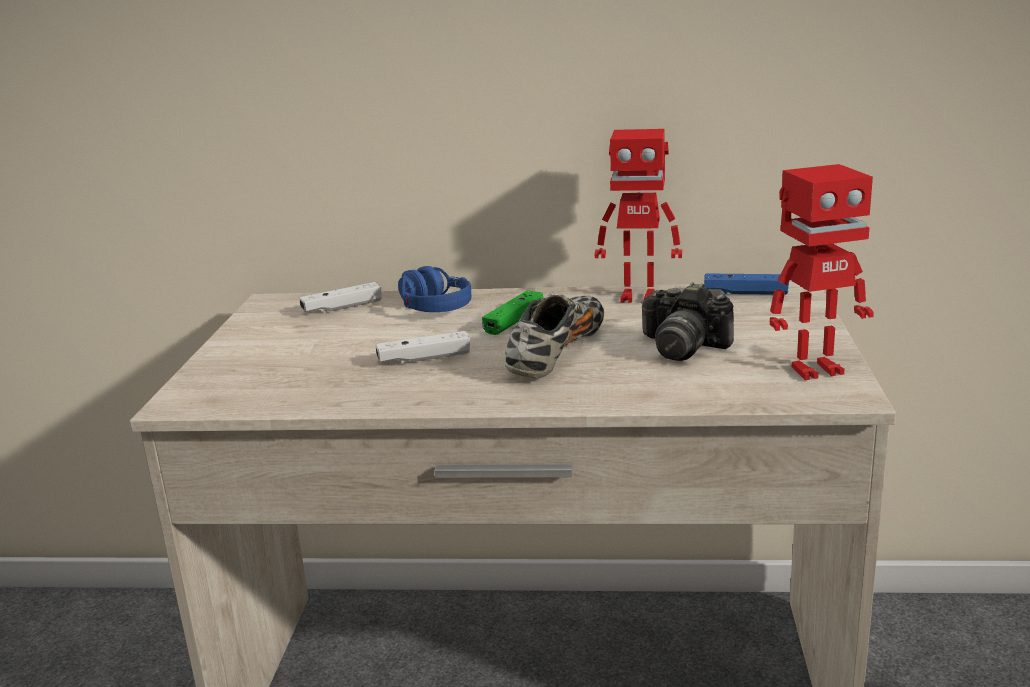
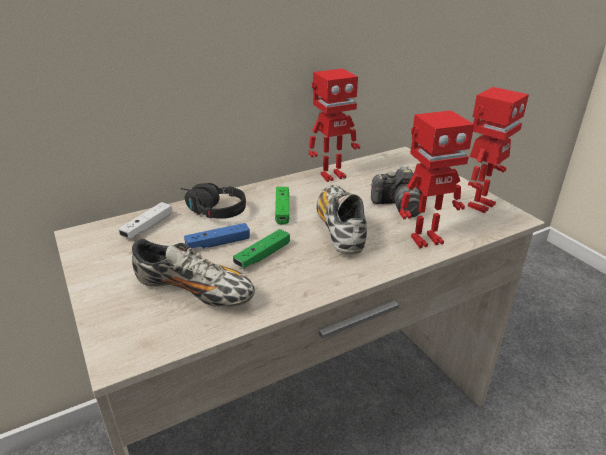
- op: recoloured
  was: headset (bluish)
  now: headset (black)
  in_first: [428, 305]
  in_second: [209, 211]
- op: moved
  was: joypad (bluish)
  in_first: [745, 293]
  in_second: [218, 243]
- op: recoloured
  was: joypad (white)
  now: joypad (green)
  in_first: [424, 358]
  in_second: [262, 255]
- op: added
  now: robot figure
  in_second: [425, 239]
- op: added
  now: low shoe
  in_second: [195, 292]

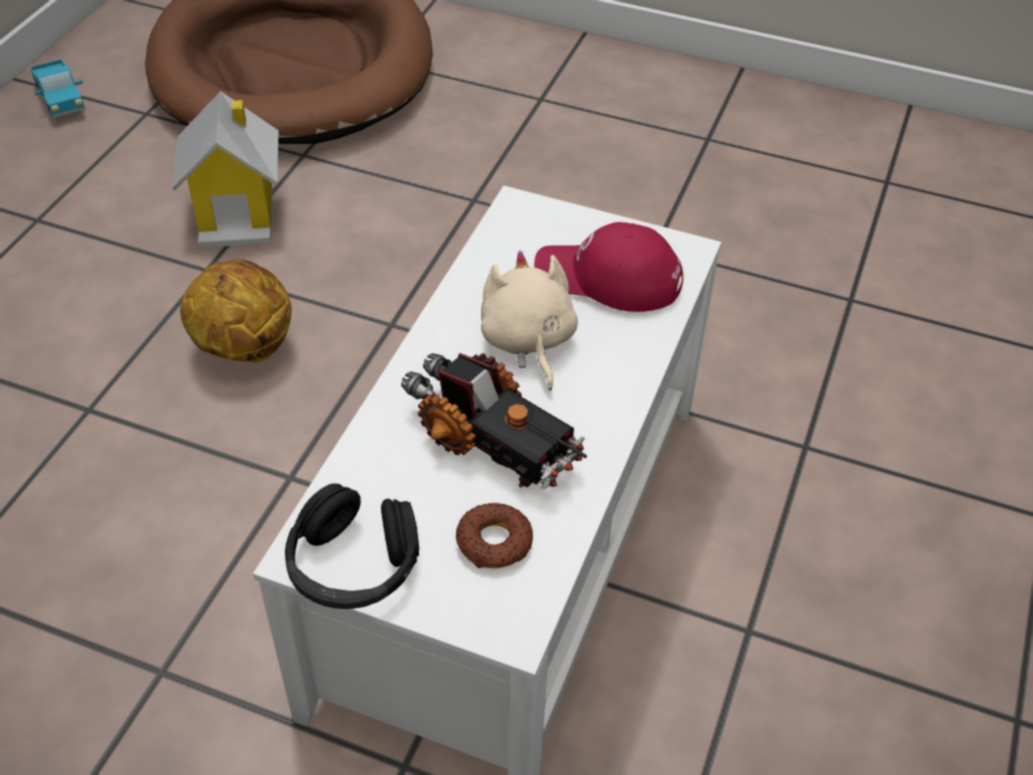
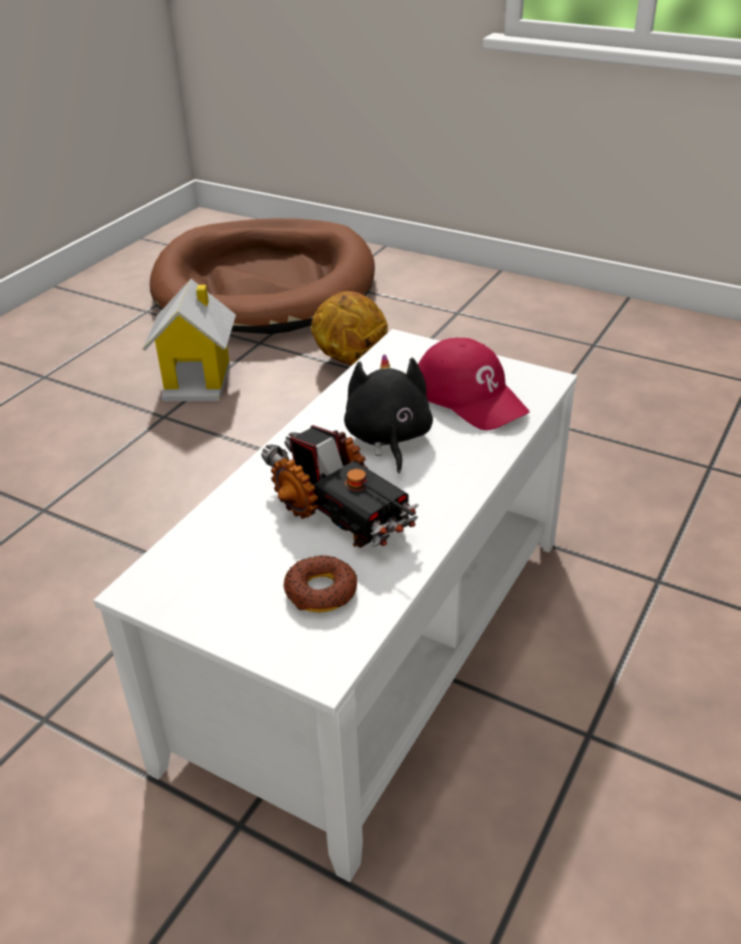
- op: removed
  was: model truck
  in_first: [61, 101]
- op: turned
  was: baseball cap (red-coloured)
  in_first: [608, 278]
  in_second: [470, 396]
  clockwise: -150
- op: recoloured
  was: soft toy (sand-coloured)
  now: soft toy (black)
  in_first: [528, 342]
  in_second: [388, 438]
- op: moved
  was: basketball ball
  in_first: [243, 348]
  in_second: [350, 360]
- op: removed
  was: headset (black)
  in_first: [353, 565]

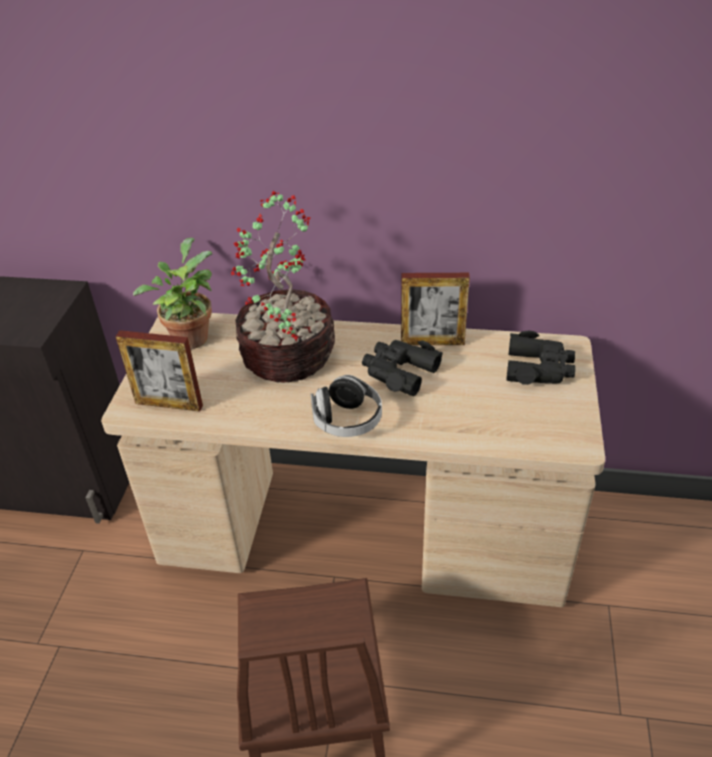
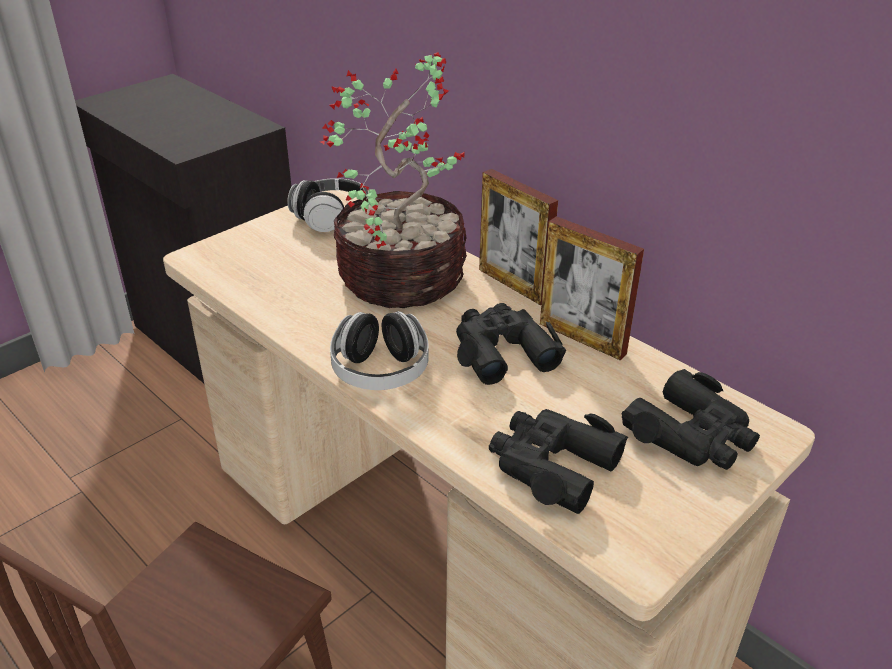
- op: replaced
  was: houseplant
  now: headset
  in_first: [190, 336]
  in_second: [332, 218]
- op: moved
  was: picture frame
  in_first: [169, 404]
  in_second: [513, 285]
- op: added
  now: binoculars (black)
  in_second: [551, 465]

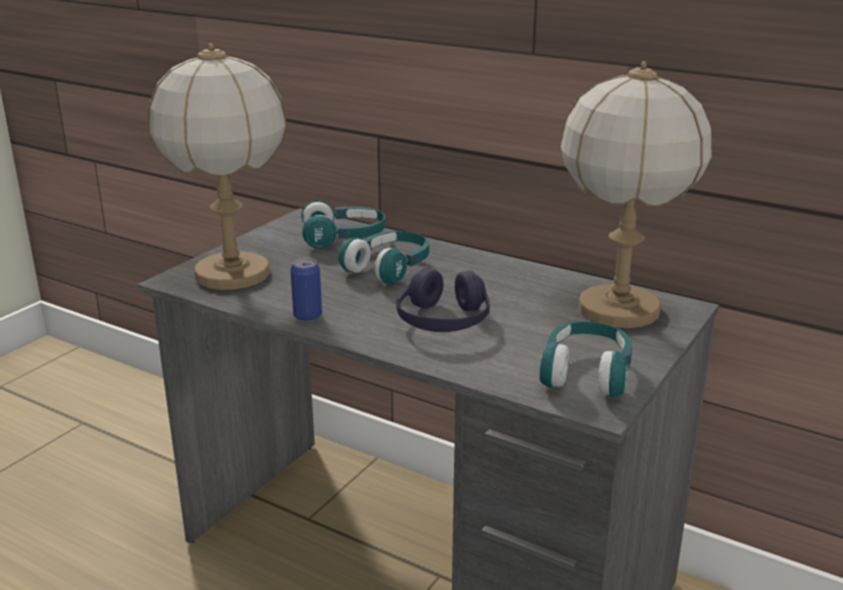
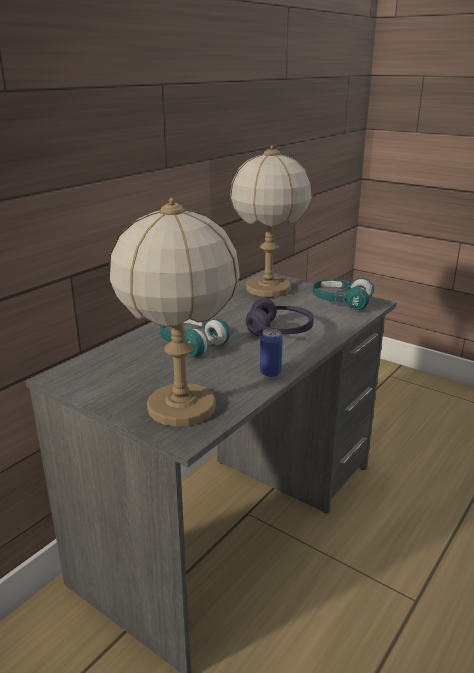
- op: removed
  was: headset (turquoise)
  in_first: [344, 238]

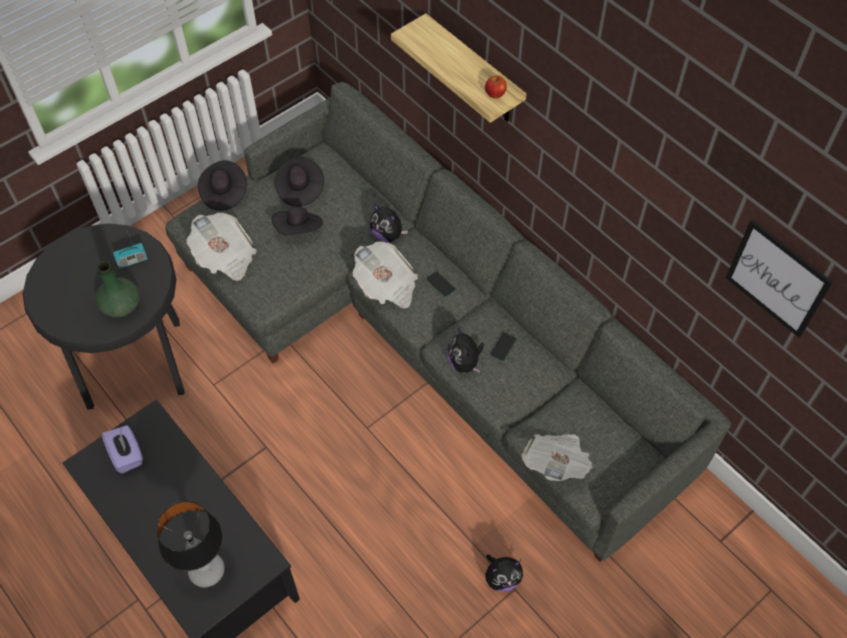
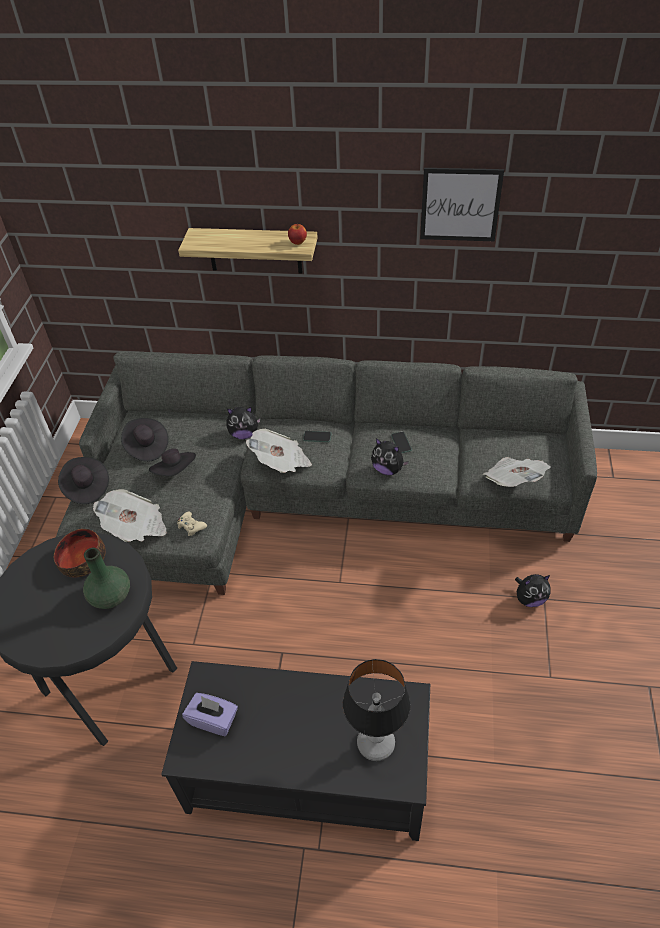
- op: moved
  was: wall picture
  in_first: [777, 278]
  in_second: [460, 205]
- op: replaced
  was: radio receiver
  now: deep dish
  in_first: [132, 260]
  in_second: [82, 559]
- op: turned
  was: soft toy
  in_first: [502, 578]
  in_second: [529, 599]
  clockwise: 45
- op: added
  now: joypad (sand-coloured)
  in_second: [191, 526]

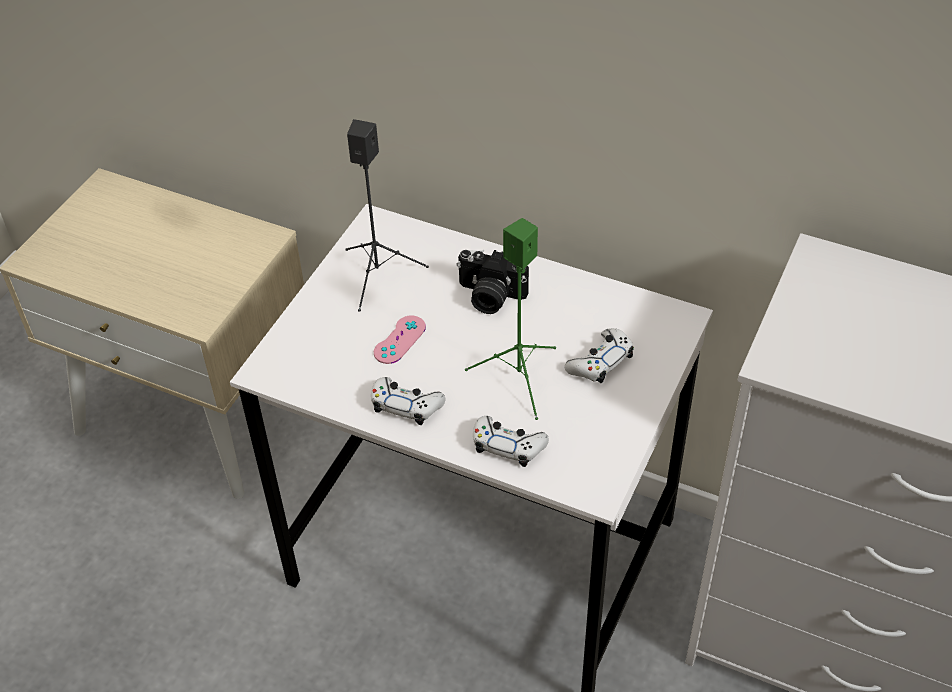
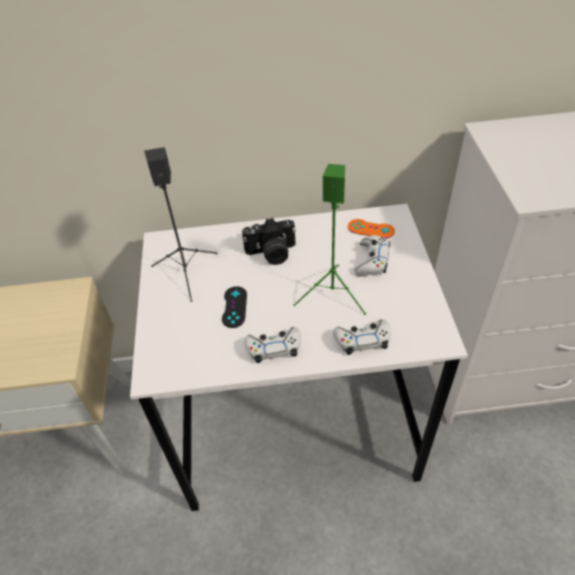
- op: recoloured
  was: joypad (pink-coloured)
  now: joypad (black)
  in_first: [399, 340]
  in_second: [234, 307]
- op: added
  now: joypad (orangey)
  in_second: [371, 229]

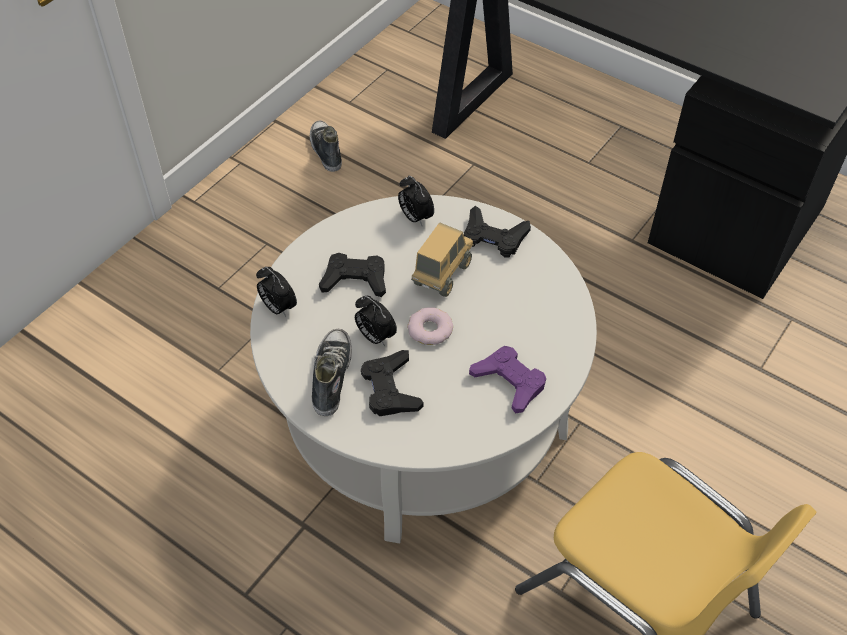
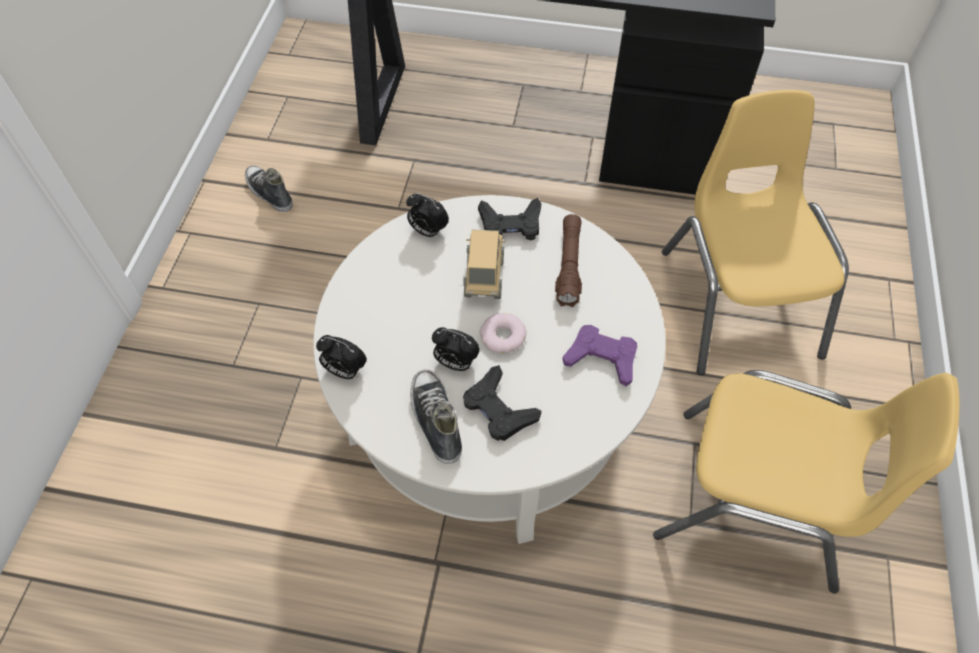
- op: removed
  was: joypad (black)
  in_first: [355, 280]
- op: added
  now: plain chair (yellowish)
  in_second: [738, 302]
- op: added
  now: torch (brown)
  in_second: [569, 265]

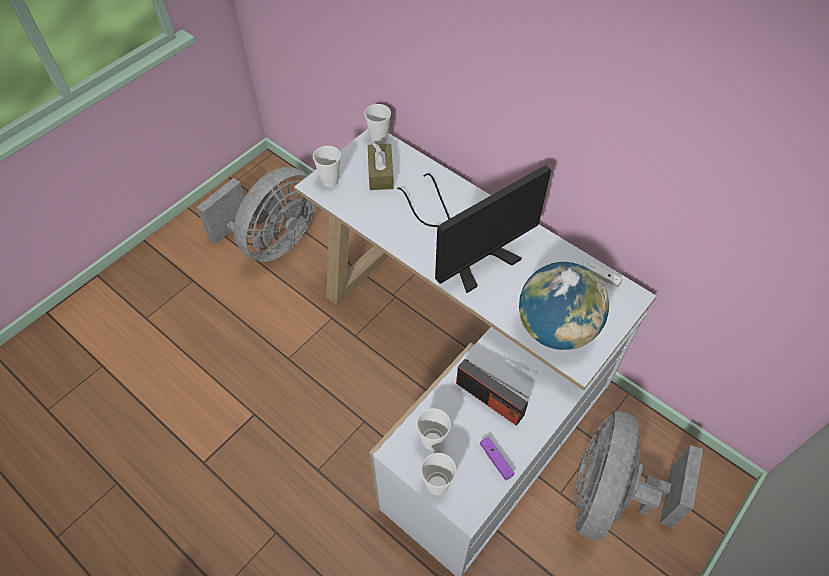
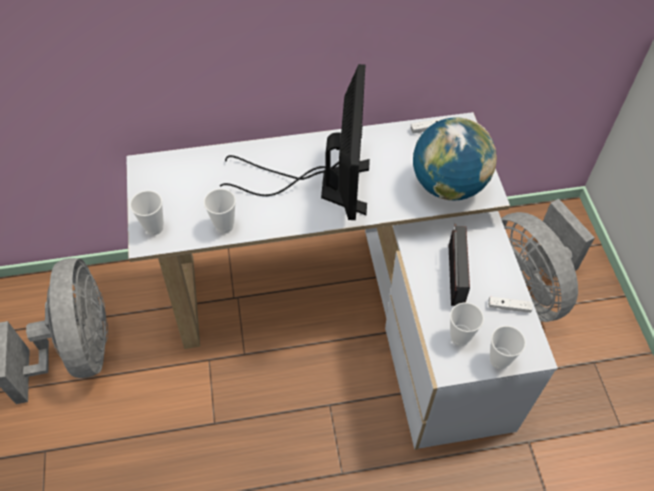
- op: moved
  was: drinking cup
  in_first: [379, 139]
  in_second: [224, 226]
- op: removed
  was: box of tissues (brown)
  in_first: [380, 173]
- op: turned
  was: radio receiver
  in_first: [489, 399]
  in_second: [456, 275]
  clockwise: -75
- op: recoloured
  was: joypad (purplish)
  now: joypad (white)
  in_first: [496, 460]
  in_second: [509, 307]

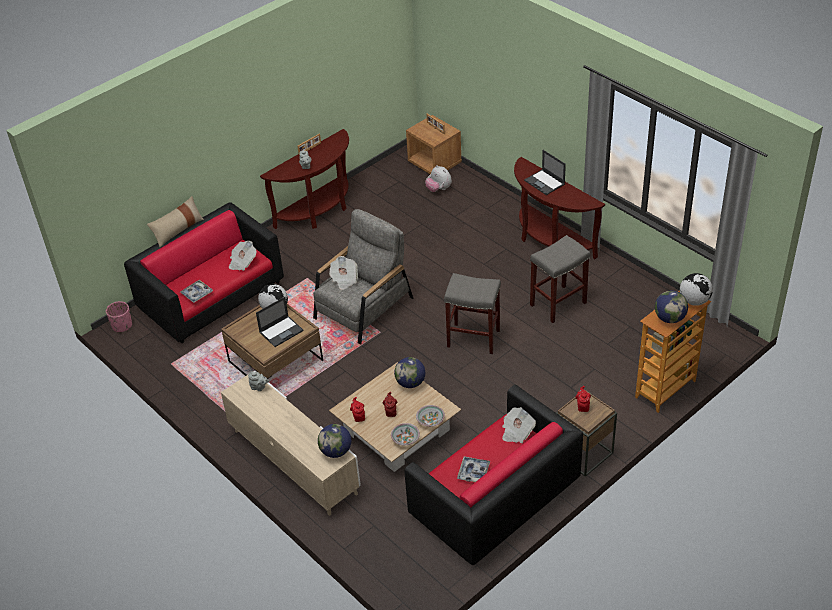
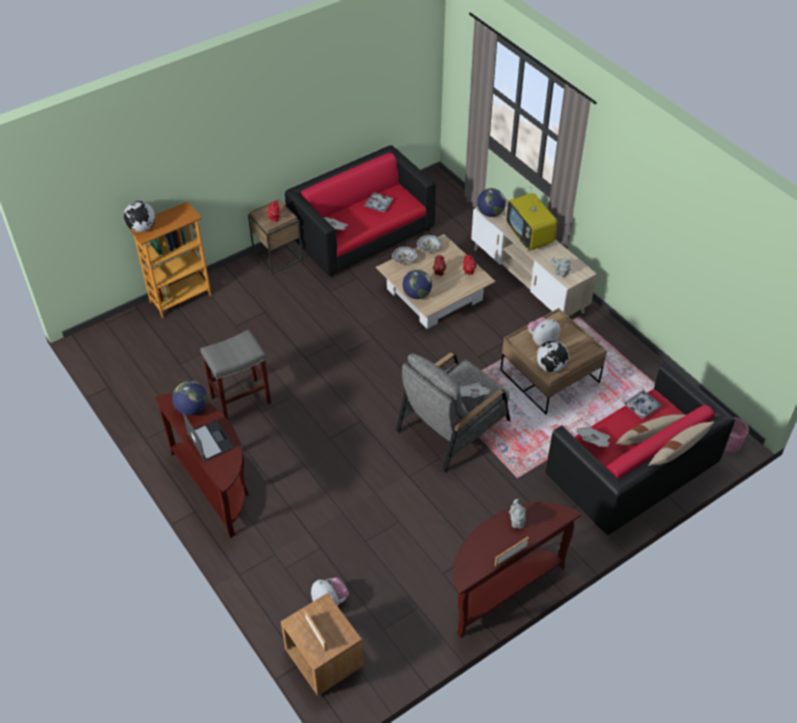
- op: removed
  was: stool seat (greyish)
  in_first: [474, 338]
- op: moved
  was: desk globe
  in_first: [669, 318]
  in_second: [192, 409]
- op: replaced
  was: notebook computer
  now: soft toy
  in_first: [281, 331]
  in_second: [542, 340]
- op: added
  now: TV
  in_second: [530, 237]
- op: added
  now: pillow (sand-coloured)
  in_second: [647, 438]

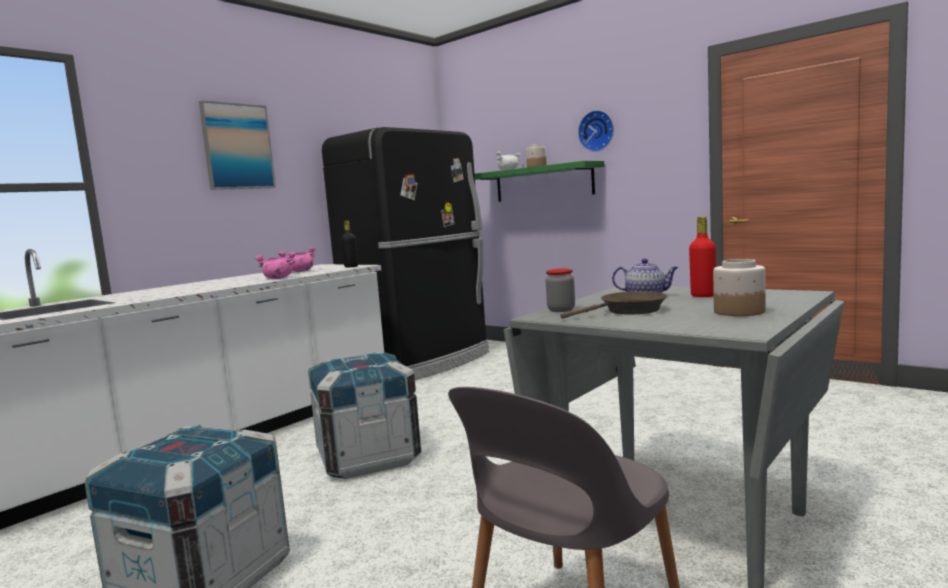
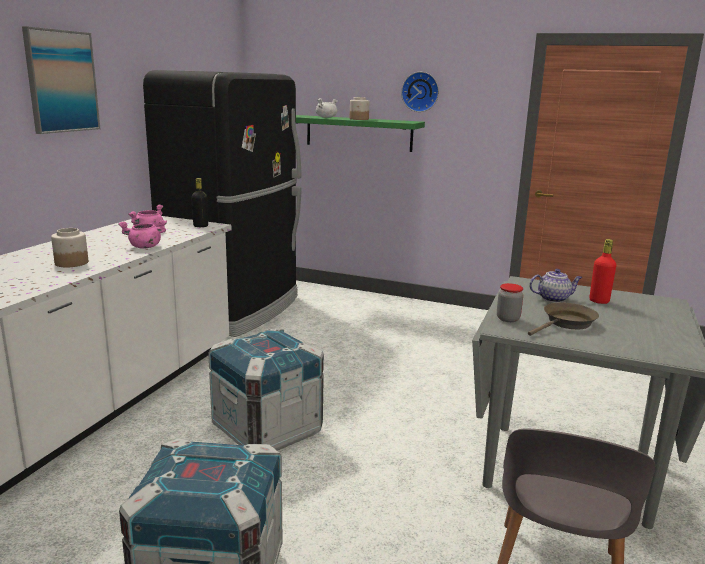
- op: moved
  was: preserve jar
  in_first: [738, 312]
  in_second: [71, 263]

